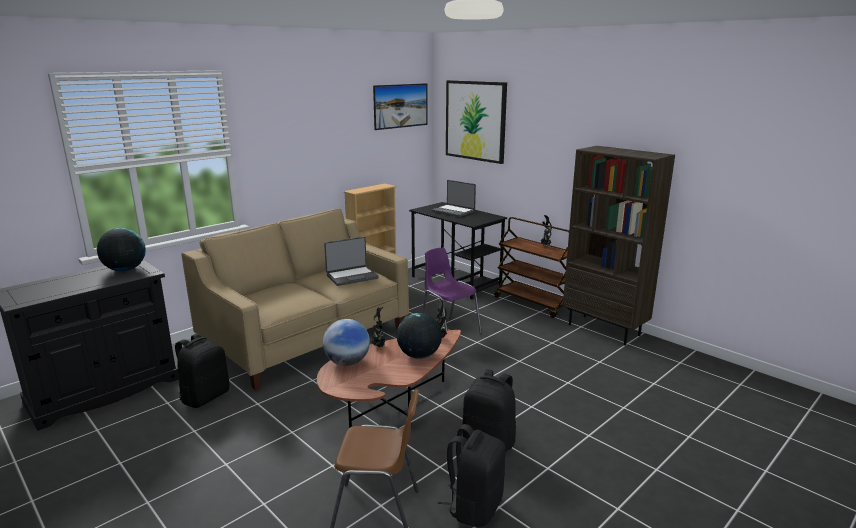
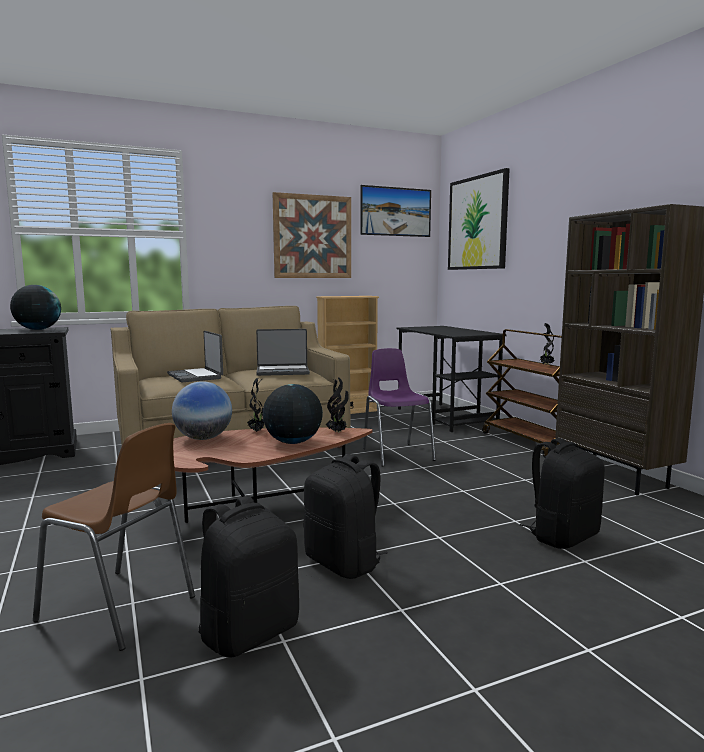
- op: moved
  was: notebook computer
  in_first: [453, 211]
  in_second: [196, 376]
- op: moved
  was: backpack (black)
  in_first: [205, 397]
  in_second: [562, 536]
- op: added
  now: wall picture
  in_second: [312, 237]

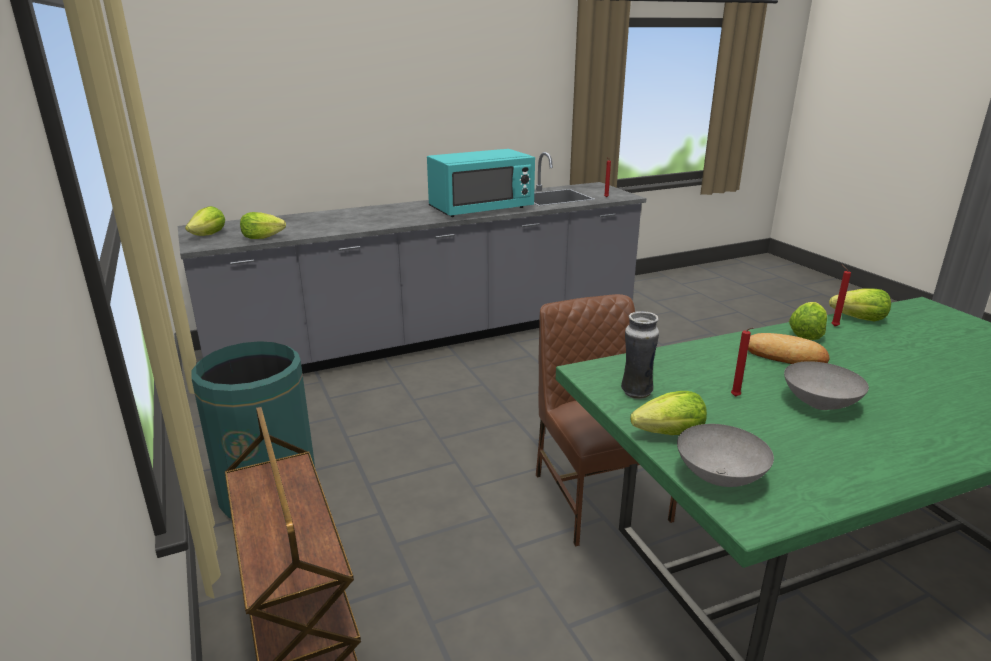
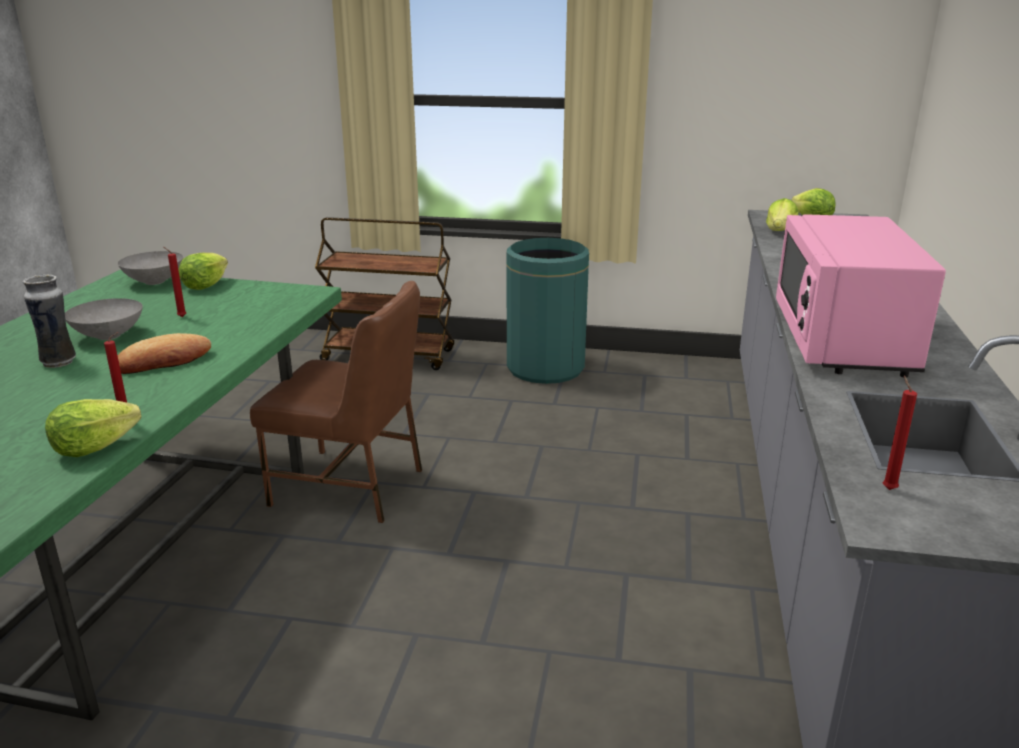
- op: recoloured
  was: microwave (turquoise)
  now: microwave (pink-coloured)
  in_first: [481, 209]
  in_second: [842, 341]
- op: removed
  was: lettuce head
  in_first: [806, 335]
- op: moved
  was: vase
  in_first: [636, 393]
  in_second: [59, 362]

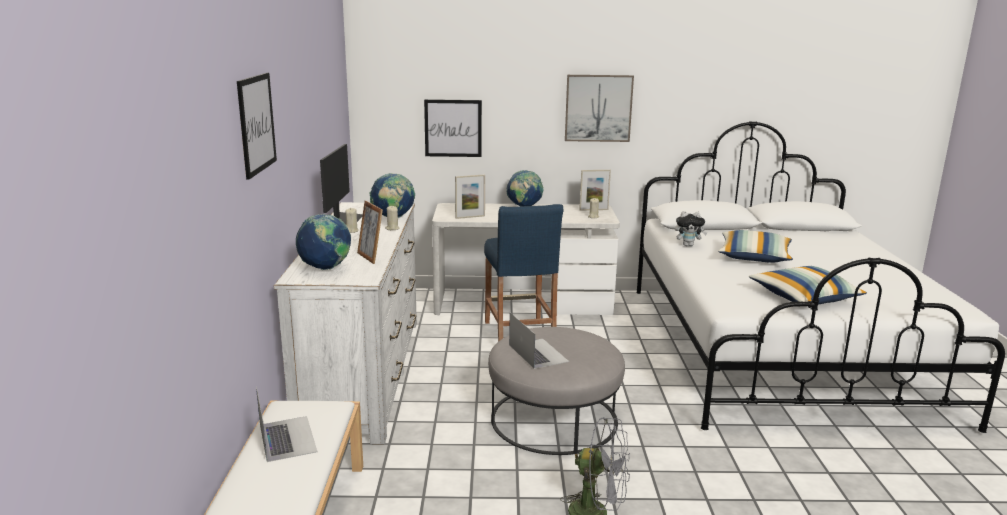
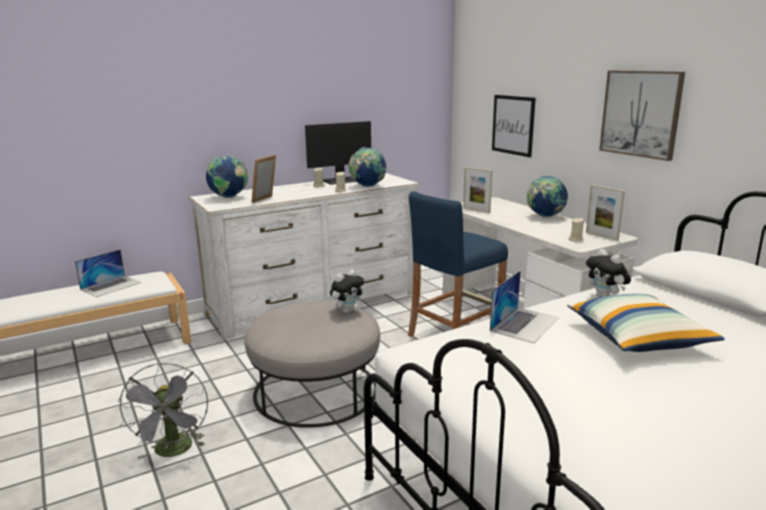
- op: removed
  was: wall picture
  in_first: [256, 124]
- op: removed
  was: pillow
  in_first: [804, 298]
- op: moved
  was: notebook computer
  in_first: [538, 353]
  in_second: [525, 324]
- op: added
  now: soft toy
  in_second: [347, 310]

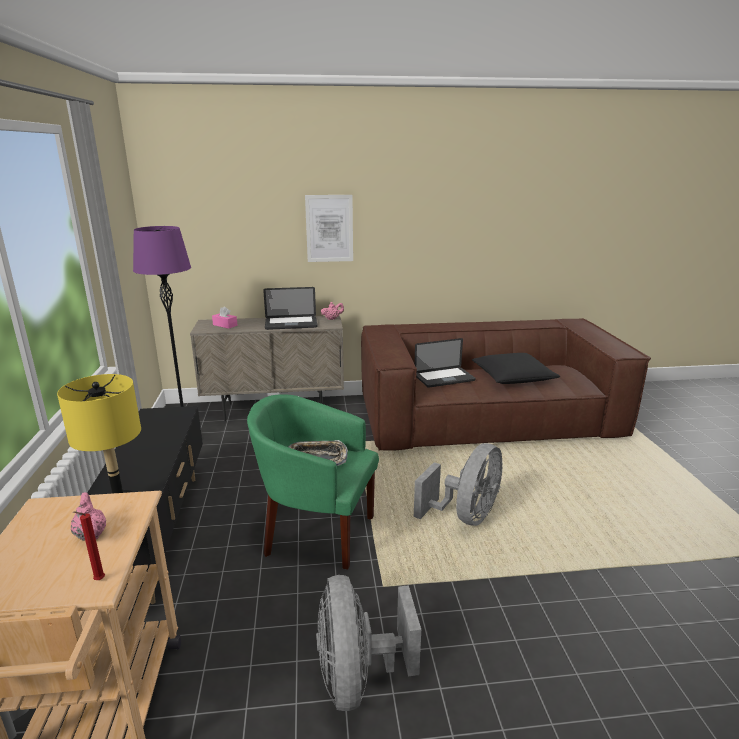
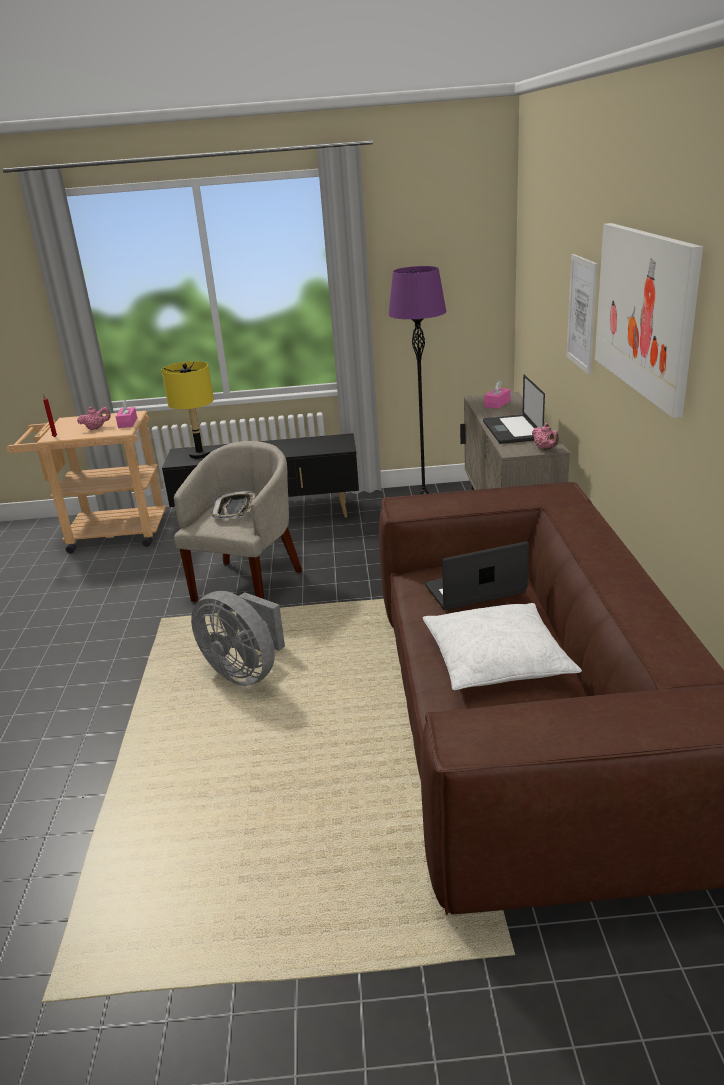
- op: turned
  was: notebook computer
  in_first: [444, 378]
  in_second: [475, 590]
  clockwise: 90
- op: recoloured
  was: pillow (black)
  now: pillow (white)
  in_first: [512, 377]
  in_second: [496, 659]
- op: recoloured
  was: lounge chair (green)
  now: lounge chair (sand-coloured)
  in_first: [316, 532]
  in_second: [248, 583]
- op: removed
  was: cooling fan (greyish)
  in_first: [358, 677]
- op: added
  now: wall picture
  in_second: [644, 312]
- op: added
  now: box of tissues (pink-coloured)
  in_second: [127, 423]

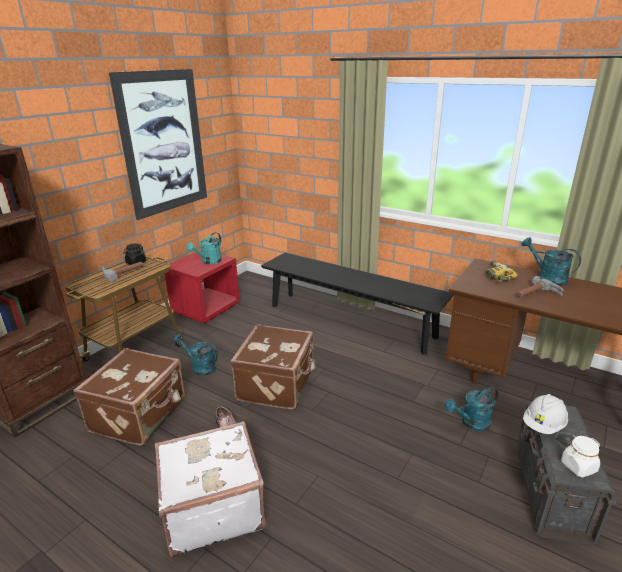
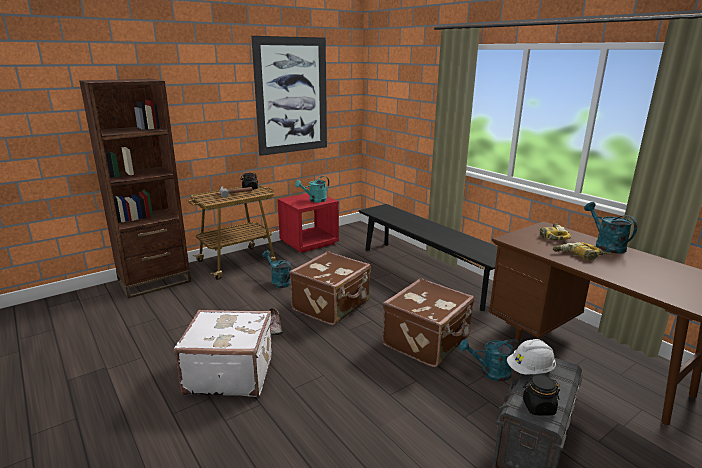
- op: replaced
  was: hammer
  now: drill
  in_first: [537, 295]
  in_second: [579, 256]
- op: moved
  was: piece of luggage (brown)
  in_first: [140, 415]
  in_second: [427, 342]
- op: recoloured
  was: preserve jar (white)
  now: preserve jar (black)
  in_first: [578, 467]
  in_second: [538, 407]

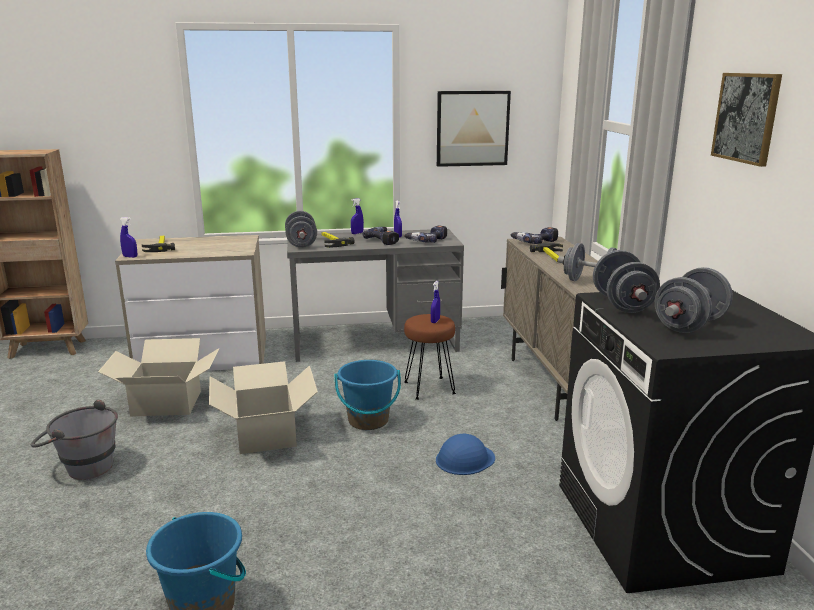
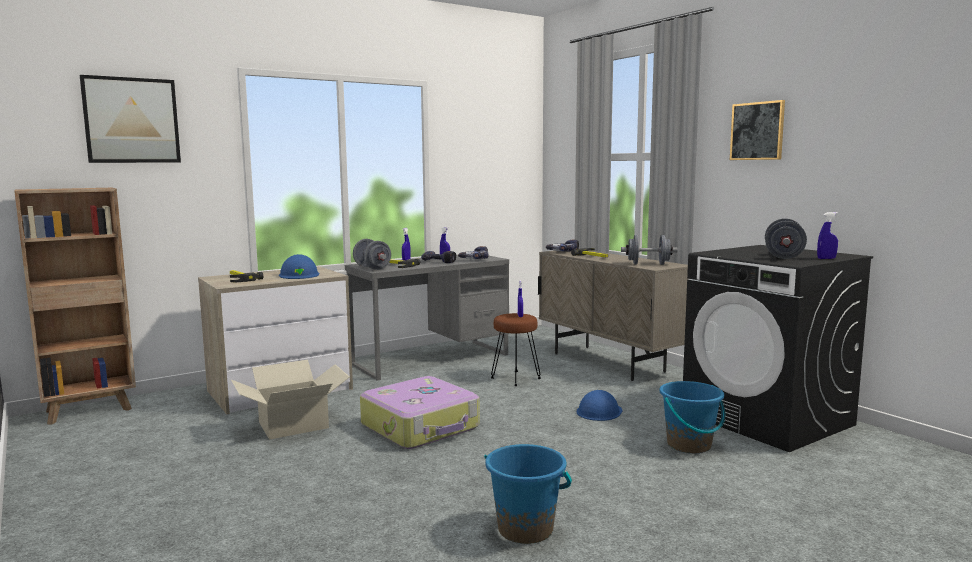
- op: moved
  was: wall picture
  in_first: [472, 128]
  in_second: [132, 120]
- op: moved
  was: sprayer (bluish)
  in_first: [130, 257]
  in_second: [826, 258]
- op: removed
  was: free weight (greyish)
  in_first: [622, 304]
- op: moved
  was: water bucket (bluish)
  in_first: [368, 421]
  in_second: [689, 445]
- op: replaced
  was: carton
  now: piece of luggage
  in_first: [267, 434]
  in_second: [421, 426]
- op: removed
  was: water bucket (greyish)
  in_first: [82, 467]
- op: added
  now: hard hat (bluish)
  in_second: [299, 275]

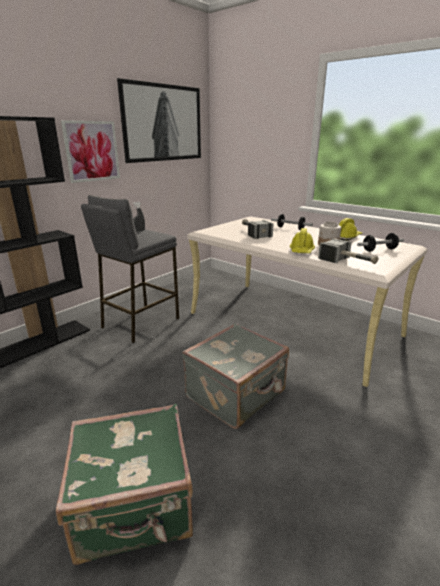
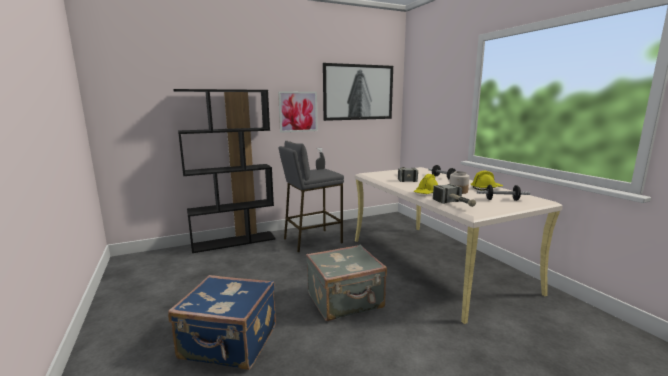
- op: recoloured
  was: piece of luggage (green)
  now: piece of luggage (bluish)
  in_first: [135, 507]
  in_second: [229, 343]

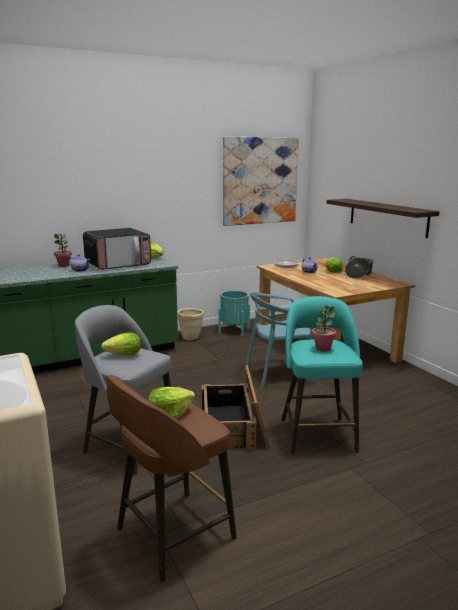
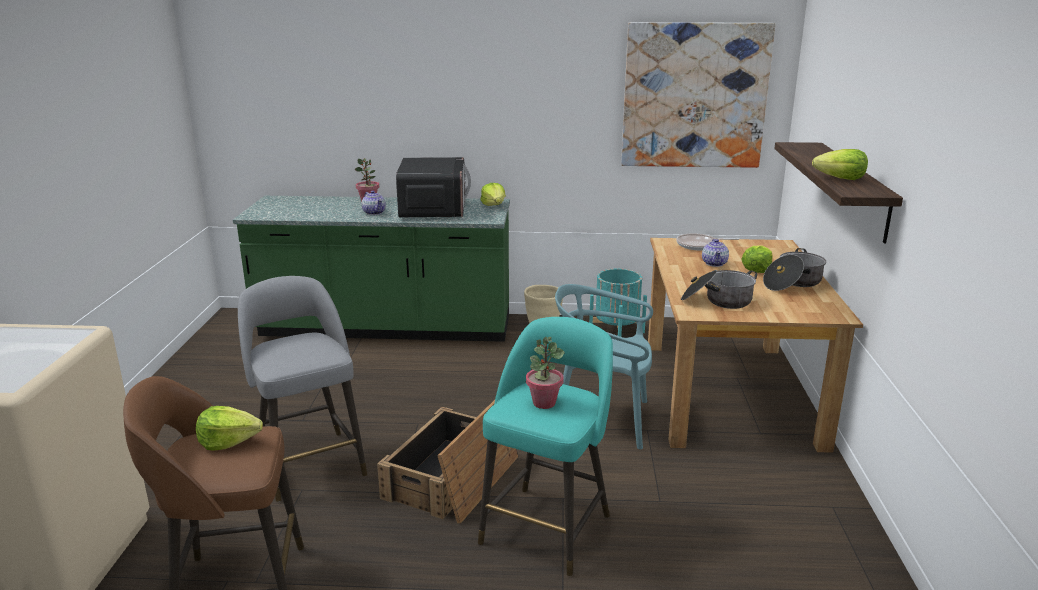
- op: turned
  was: microwave
  in_first: [118, 264]
  in_second: [433, 209]
  clockwise: -90
- op: moved
  was: lettuce head
  in_first: [124, 355]
  in_second: [840, 179]
- op: added
  now: cooking pot
  in_second: [717, 301]

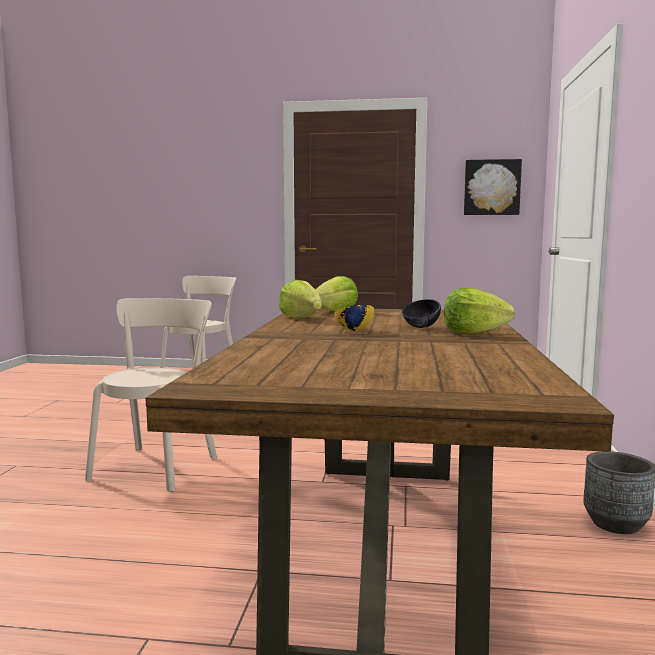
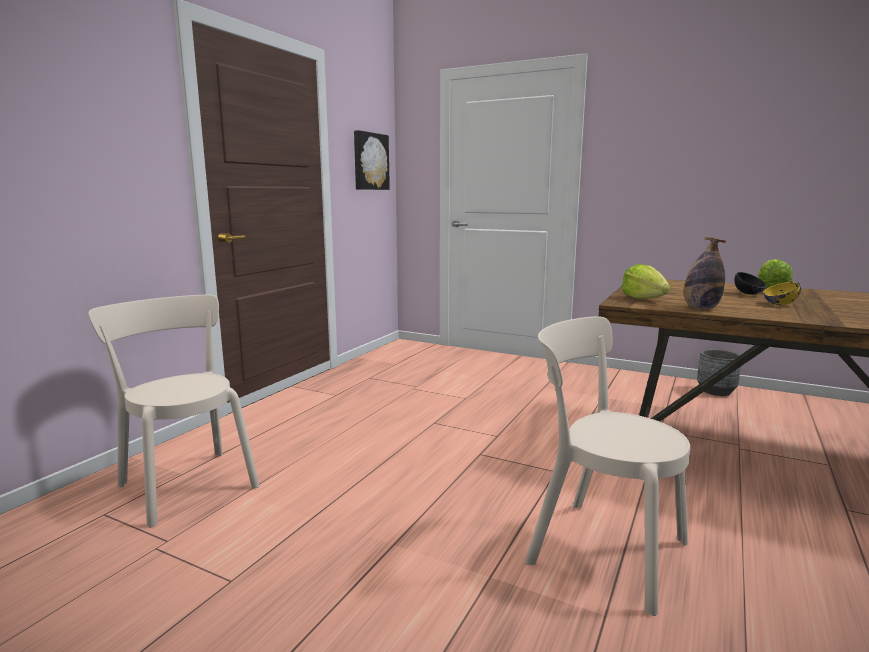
- op: replaced
  was: lettuce head
  now: beverage bottle
  in_first: [302, 318]
  in_second: [700, 308]

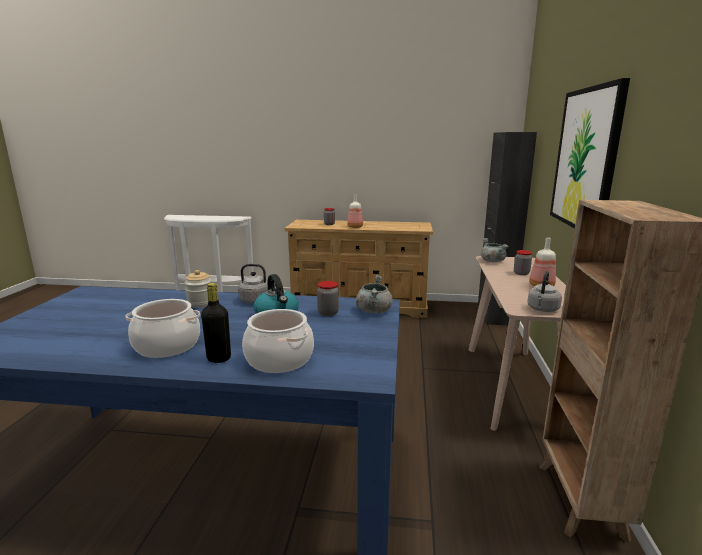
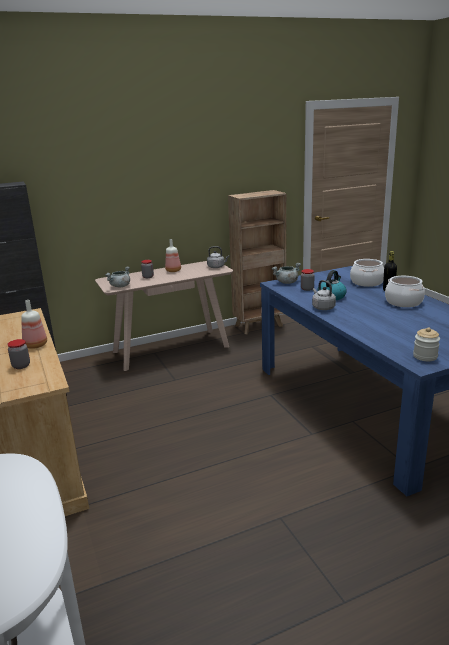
- op: removed
  was: wall picture
  in_first: [585, 159]
- op: moved
  was: preserve jar
  in_first: [200, 303]
  in_second: [425, 356]

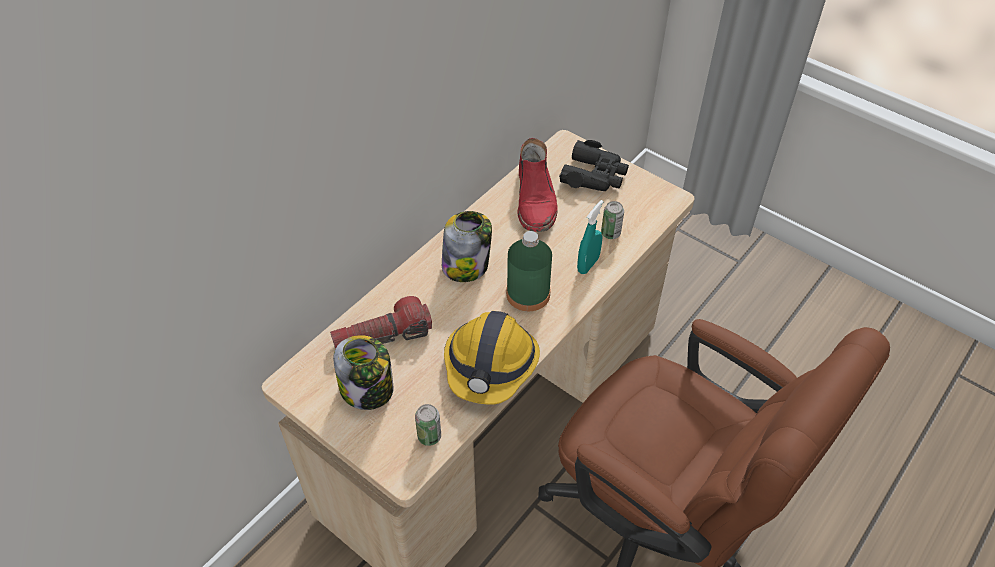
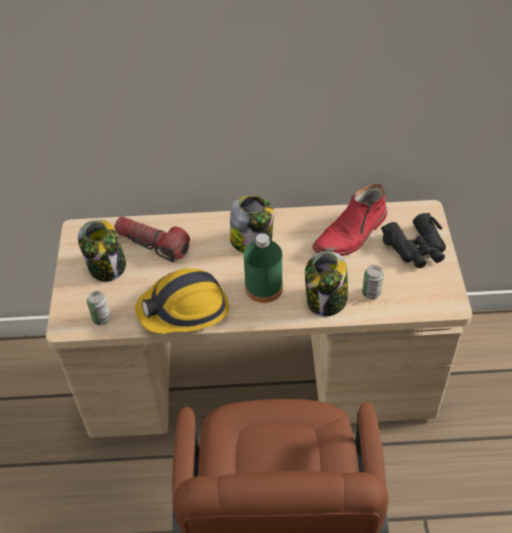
- op: replaced
  was: sprayer (turquoise)
  now: preserve jar
  in_first: [588, 265]
  in_second: [326, 301]

